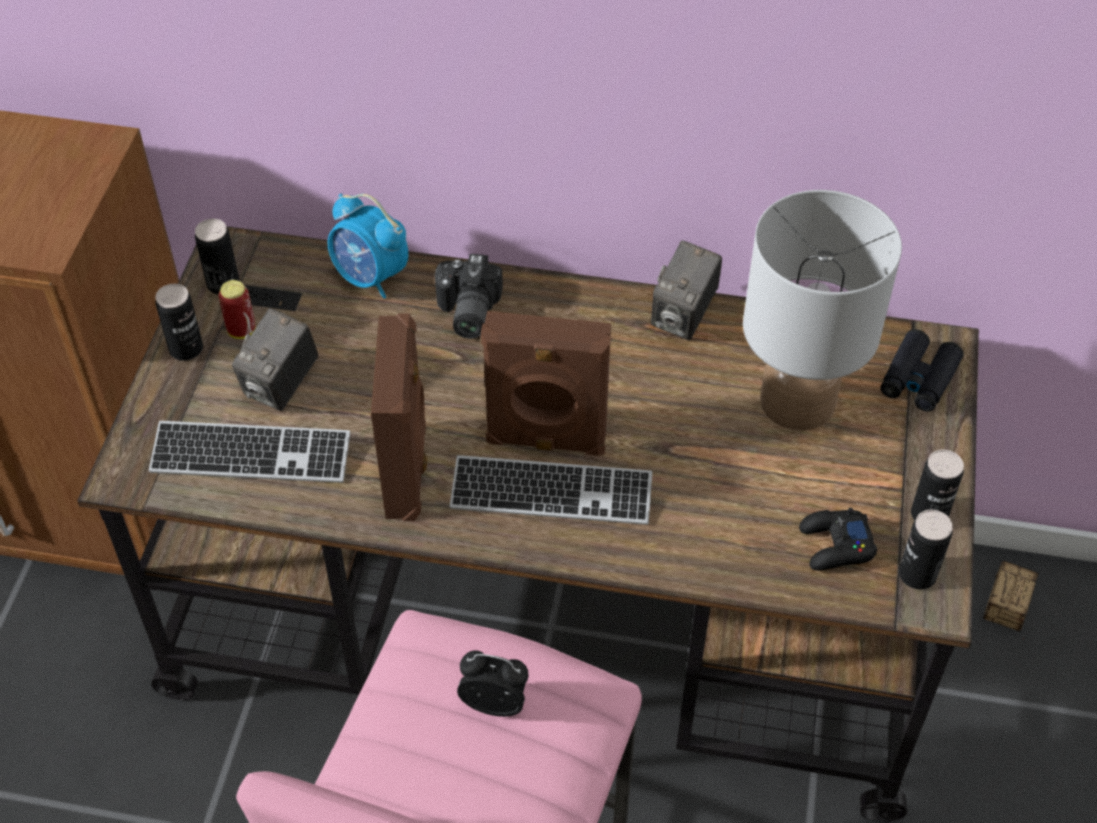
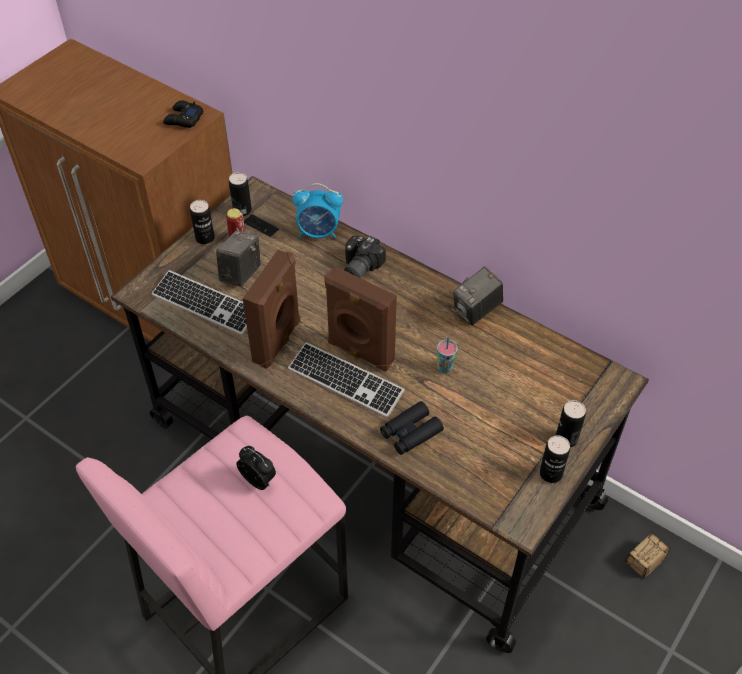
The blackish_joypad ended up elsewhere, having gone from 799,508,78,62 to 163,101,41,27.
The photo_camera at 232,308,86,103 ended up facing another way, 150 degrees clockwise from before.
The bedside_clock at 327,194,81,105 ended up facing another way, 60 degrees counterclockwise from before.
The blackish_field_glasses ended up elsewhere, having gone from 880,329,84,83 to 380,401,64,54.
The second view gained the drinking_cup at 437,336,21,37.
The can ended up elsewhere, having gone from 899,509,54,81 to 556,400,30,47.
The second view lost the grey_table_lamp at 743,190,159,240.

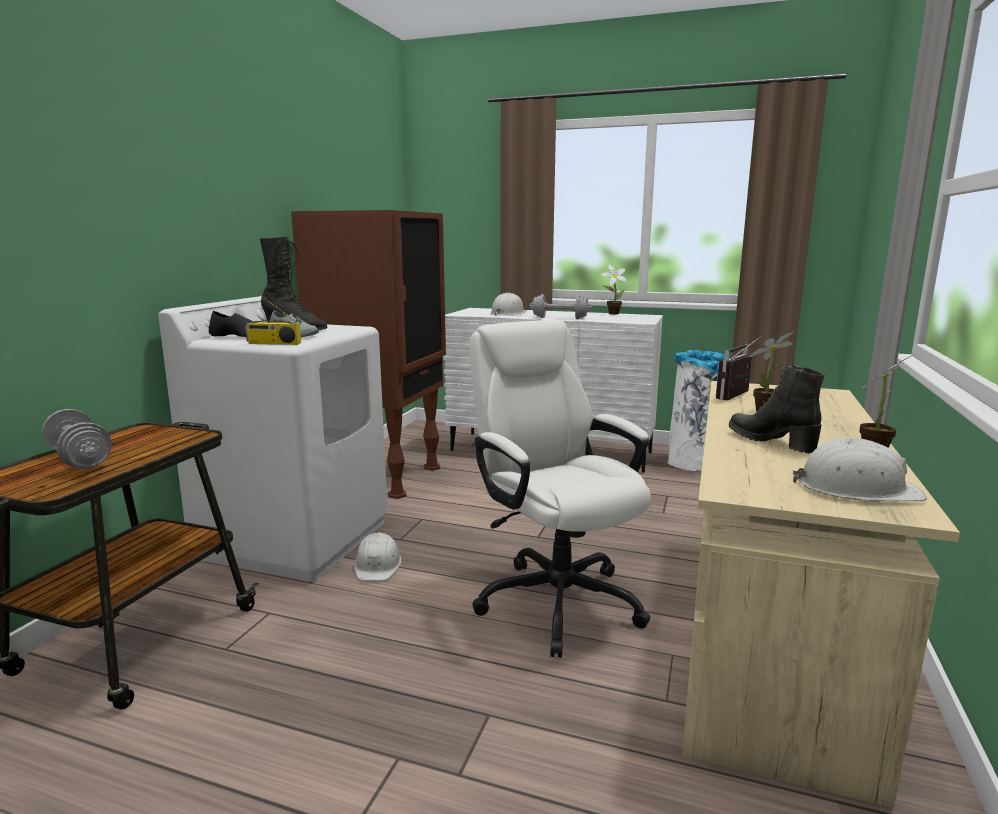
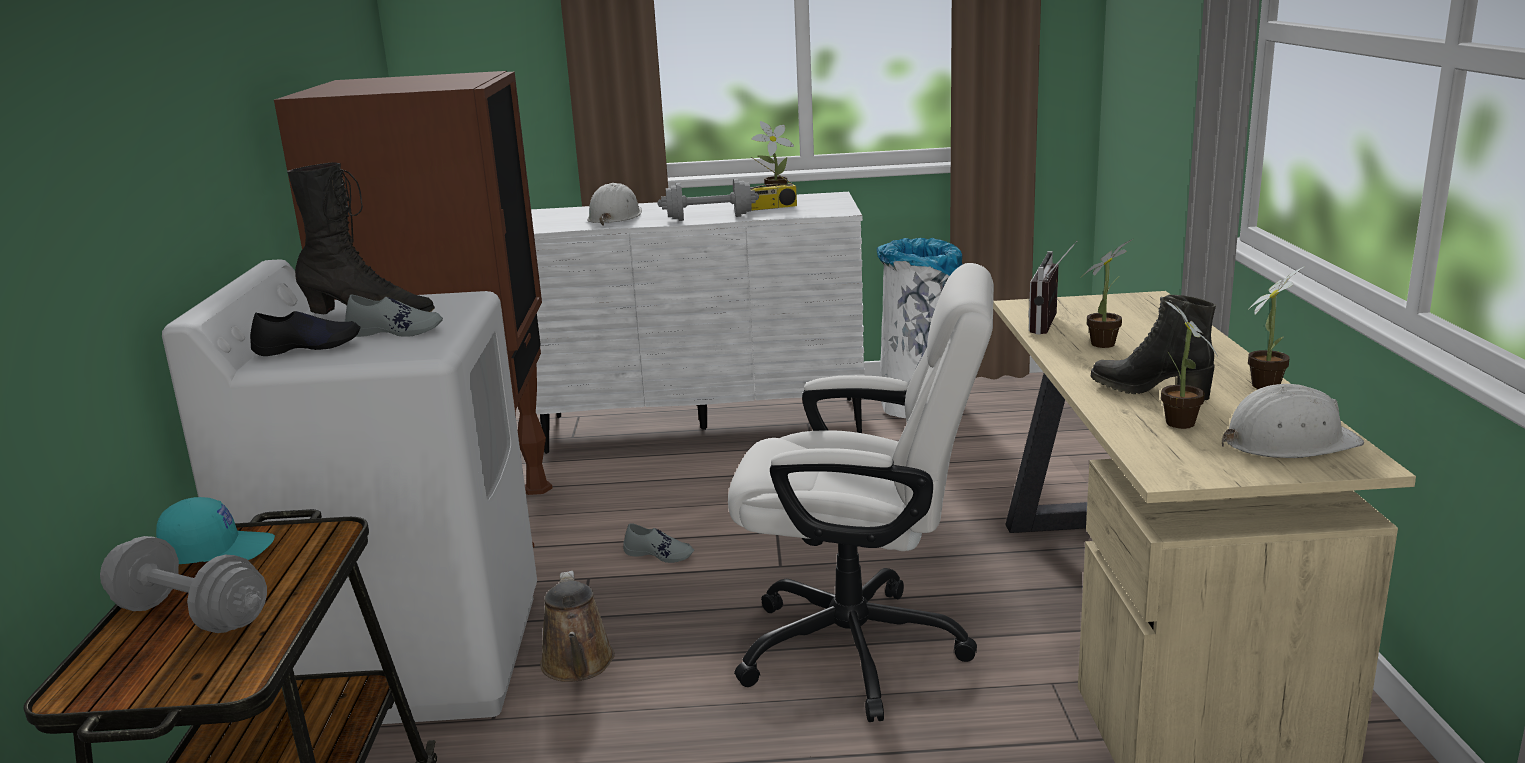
The second view gained the blue-green_peaked_cap at 156,497,119,67.
Where the white_safety_helmet stood at 354,532,48,49, the brown-coloured_watering_pot came to stand at 540,571,75,111.
The second view gained the grey_shoe at 623,523,71,40.
The white_office_chair at 469,320,182,338 ended up facing another way, 150 degrees clockwise from before.
The radio ended up elsewhere, having gone from 245,291,56,54 to 750,157,47,54.
The second view gained the plant_in_a_pot at 1161,299,57,130.

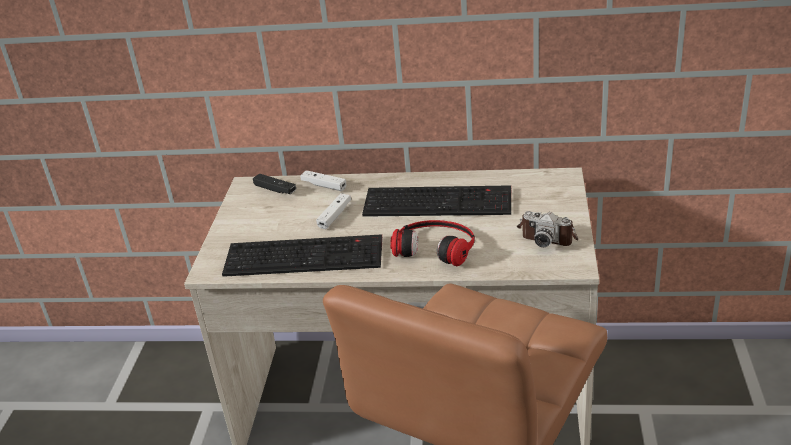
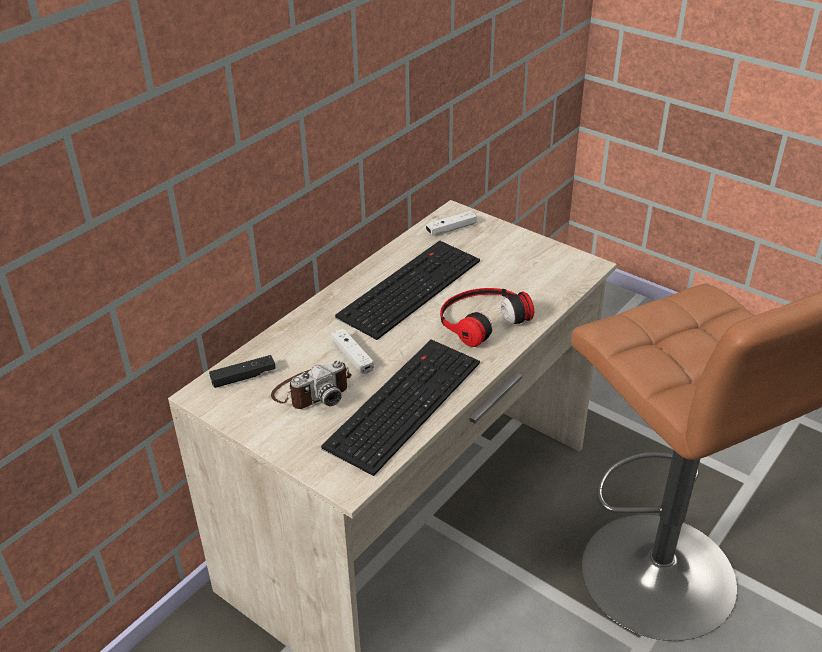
The photo_camera ended up elsewhere, having gone from 516,211,62,36 to 271,360,80,49.
The white_joypad ended up elsewhere, having gone from 300,170,46,21 to 426,211,51,24.

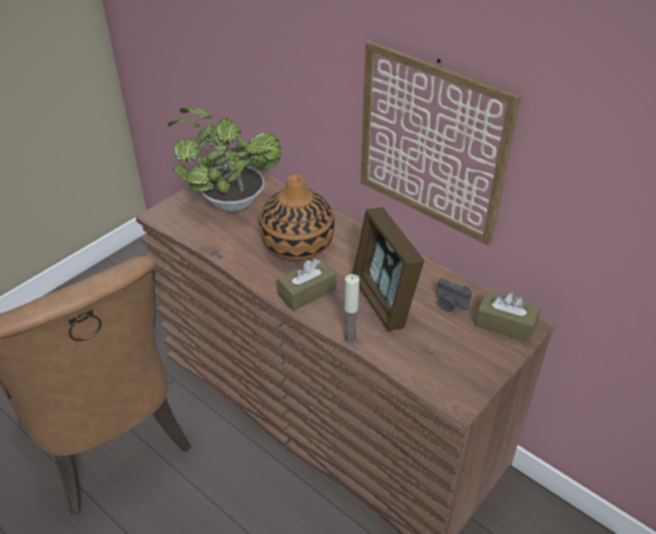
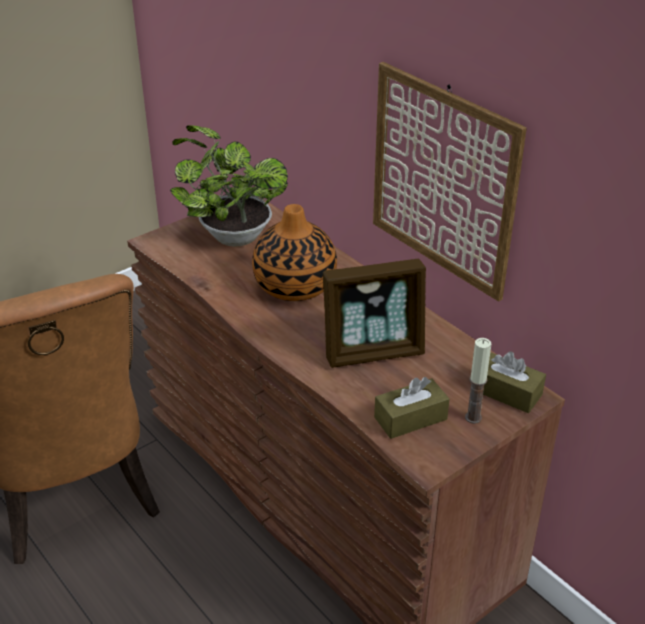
The picture_frame at 352,207,72,124 ended up facing another way, 90 degrees counterclockwise from before.
The brown-coloured_box_of_tissues ended up elsewhere, having gone from 277,259,59,52 to 374,377,76,62.
The candle ended up elsewhere, having gone from 343,274,16,71 to 465,338,26,86.
The second view lost the photo_camera at 436,278,36,34.

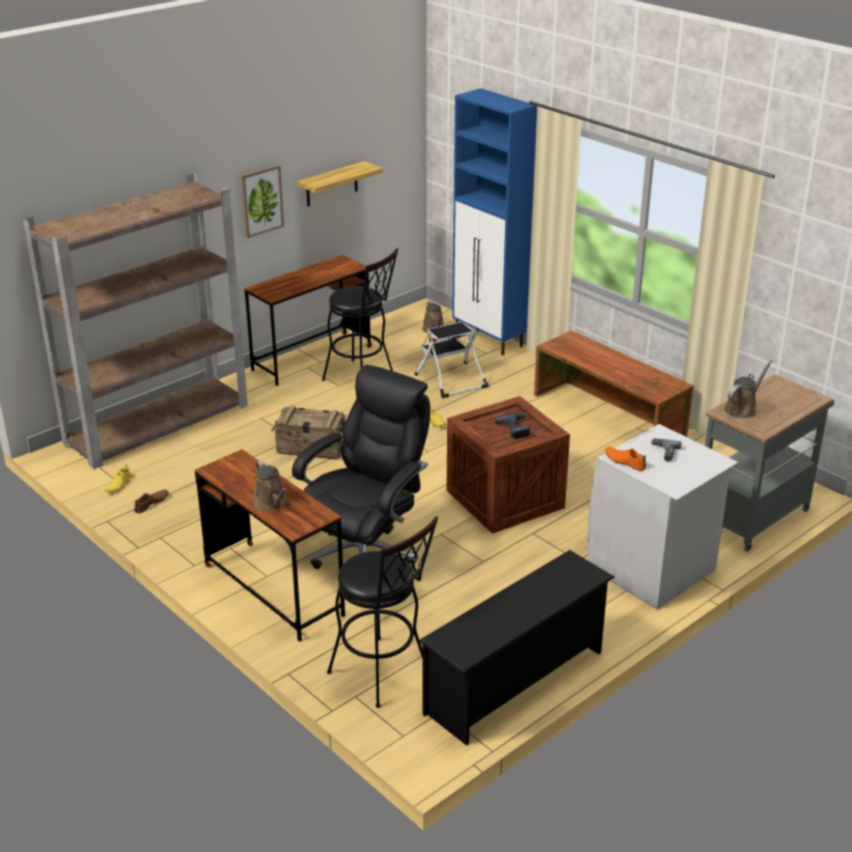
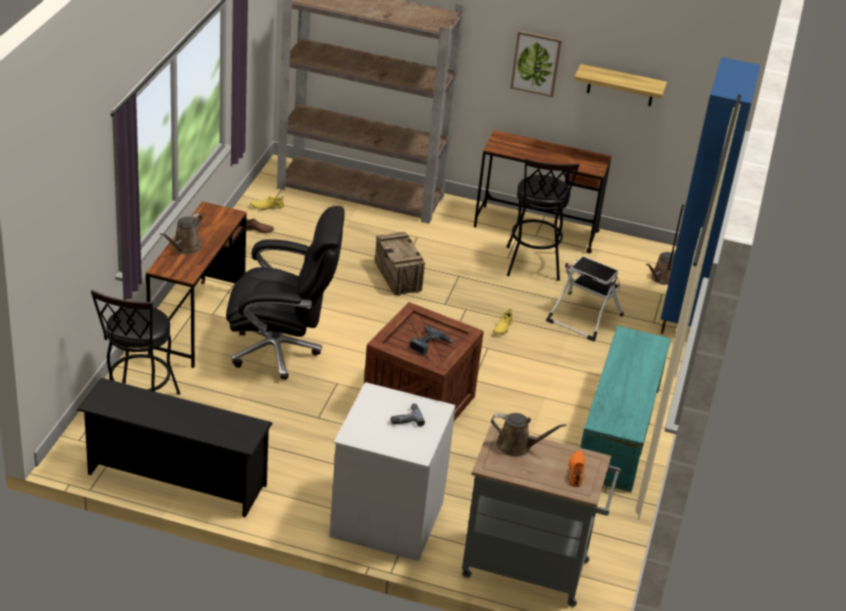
The orangey_shoe ended up elsewhere, having gone from 605,447,41,24 to 569,451,16,36.
What was the brown-coloured_bench at 534,330,160,107 turned into the blue-green_bench at 580,326,91,166.

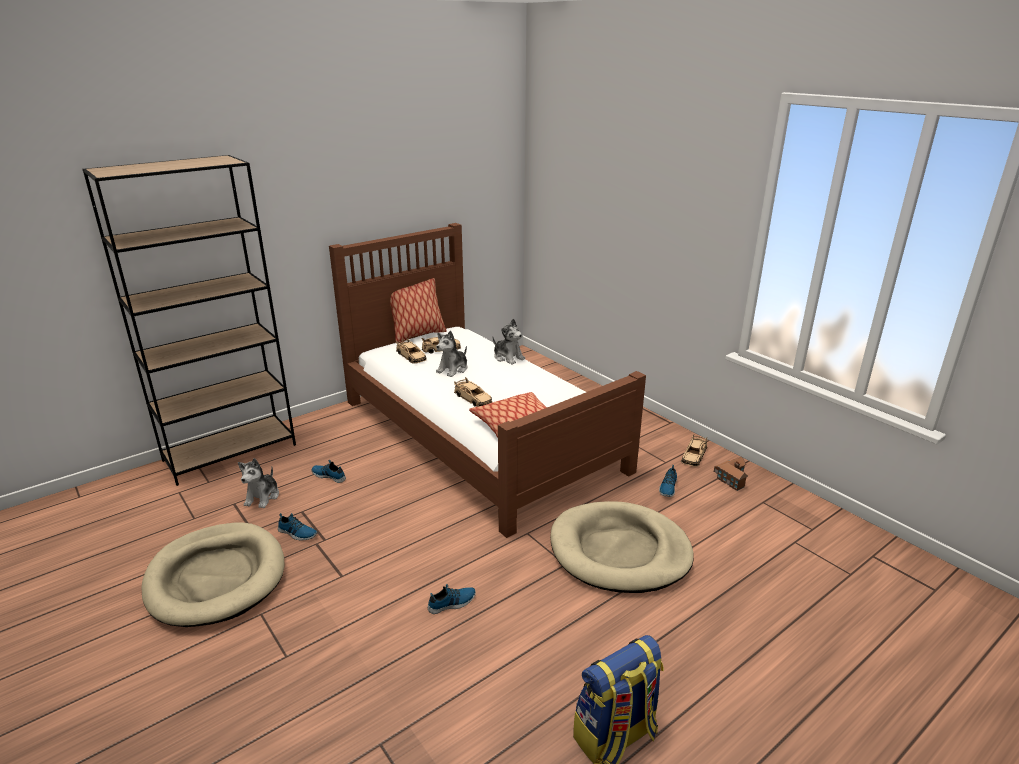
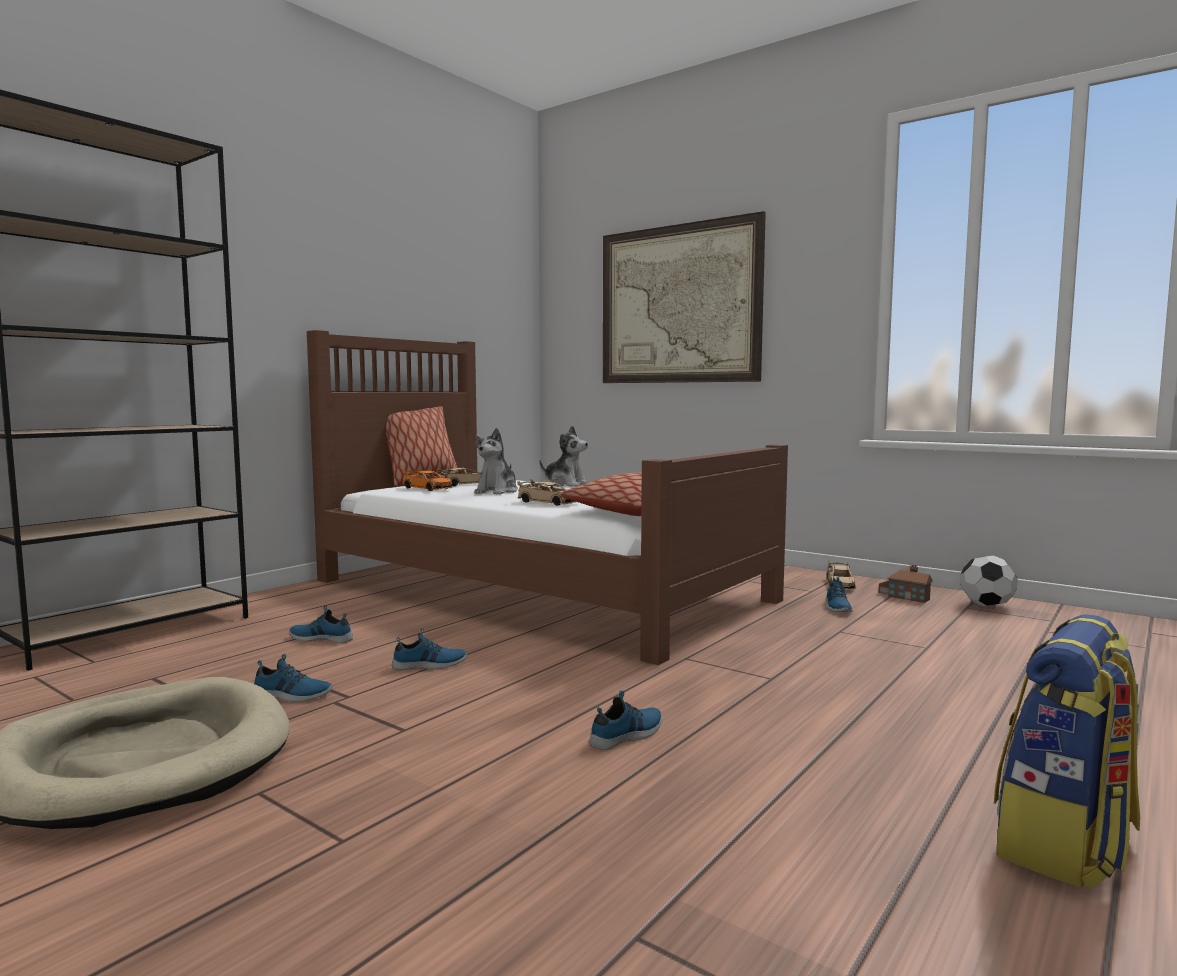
The second view gained the shoe at 392,628,75,42.
What was the sand-coloured_toy_car at 396,338,31,26 turned into the orangey_toy_car at 402,469,51,22.
The second view gained the wall_art at 603,211,163,172.
The second view gained the football_ball at 960,556,58,50.
The second view lost the cuddly_toy at 238,458,41,50.
The second view lost the sand-coloured_dog_bed at 550,501,144,92.

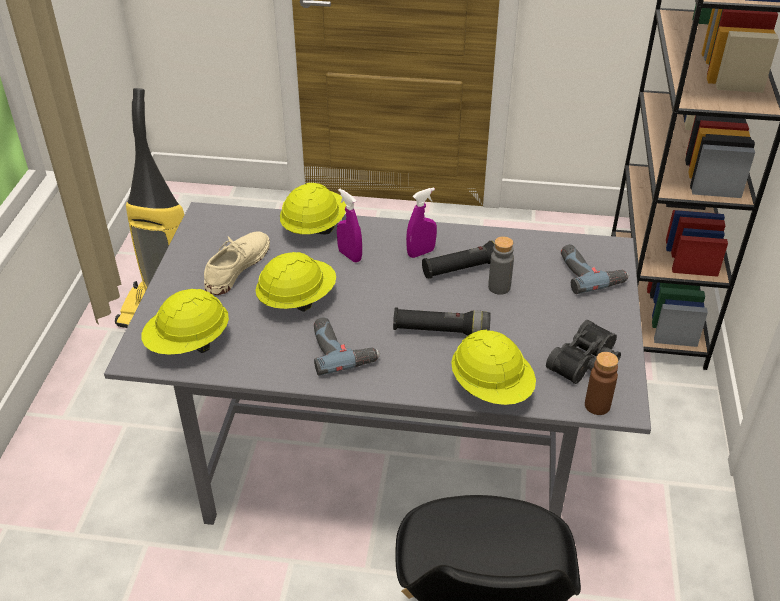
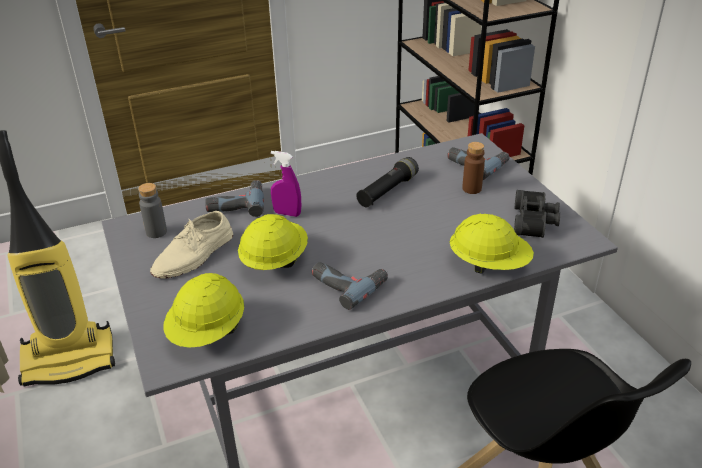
The grey_beverage_bottle ended up elsewhere, having gone from 488,236,26,59 to 138,183,29,55.
The sand-coloured_shoe at 204,231,66,64 ended up facing another way, 135 degrees counterclockwise from before.
Where the yellowish_safety_helmet stood at 280,183,66,52, the electric_drill came to stand at 205,180,59,37.
The brown-coloured_beverage_bottle ended up elsewhere, having gone from 585,352,33,63 to 462,142,23,52.
The second view lost the blackish_hand_torch at 393,308,98,28.
The second view lost the purplish_hand_sprayer at 406,187,31,71.

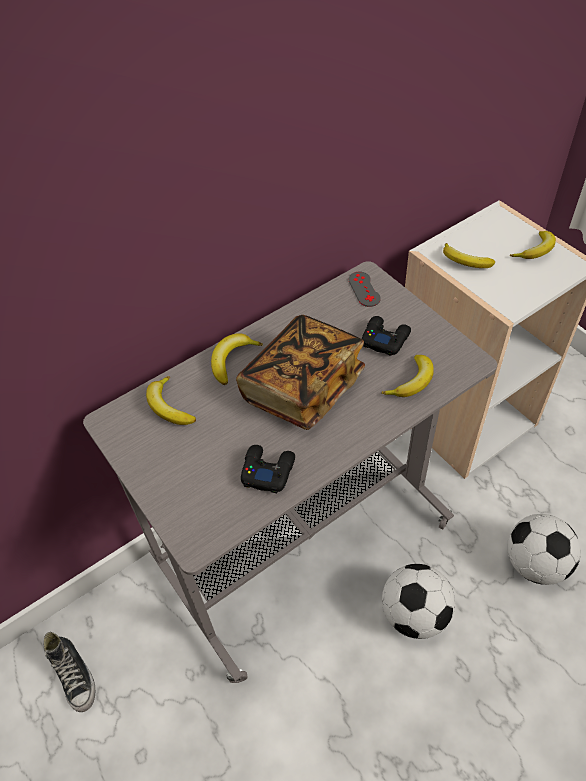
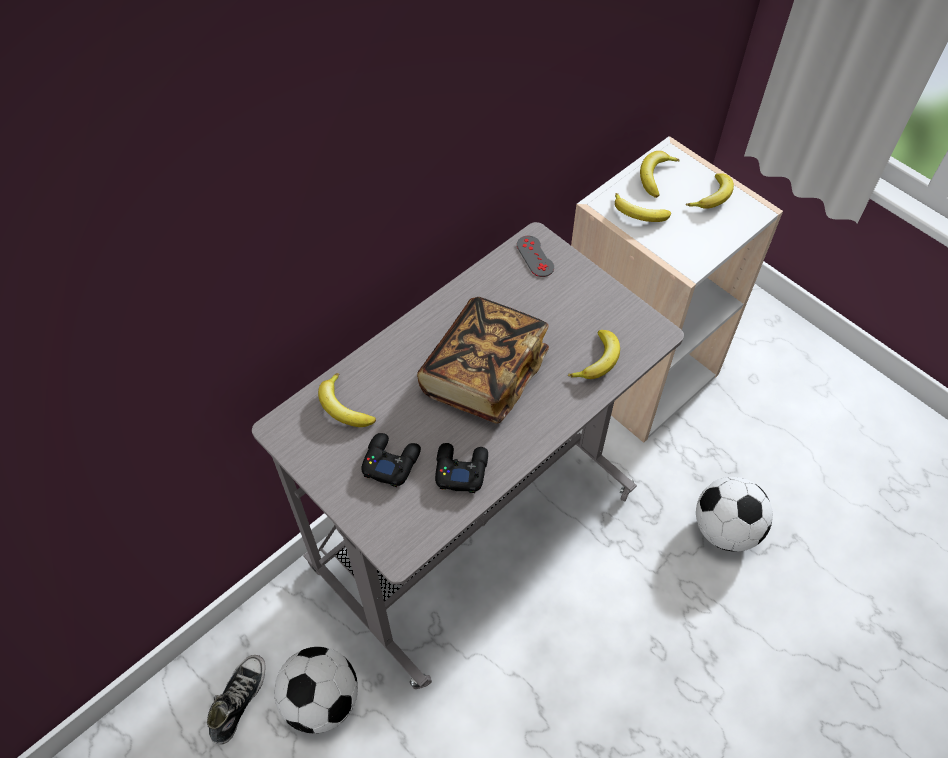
The shoe at 44,632,51,80 ended up facing another way, 120 degrees counterclockwise from before.
The football_ball ended up elsewhere, having gone from 382,564,73,75 to 274,647,84,86.
The blackish_joypad ended up elsewhere, having gone from 362,316,49,40 to 361,433,60,54.
The banana ended up elsewhere, having gone from 211,333,52,52 to 640,151,40,47.

